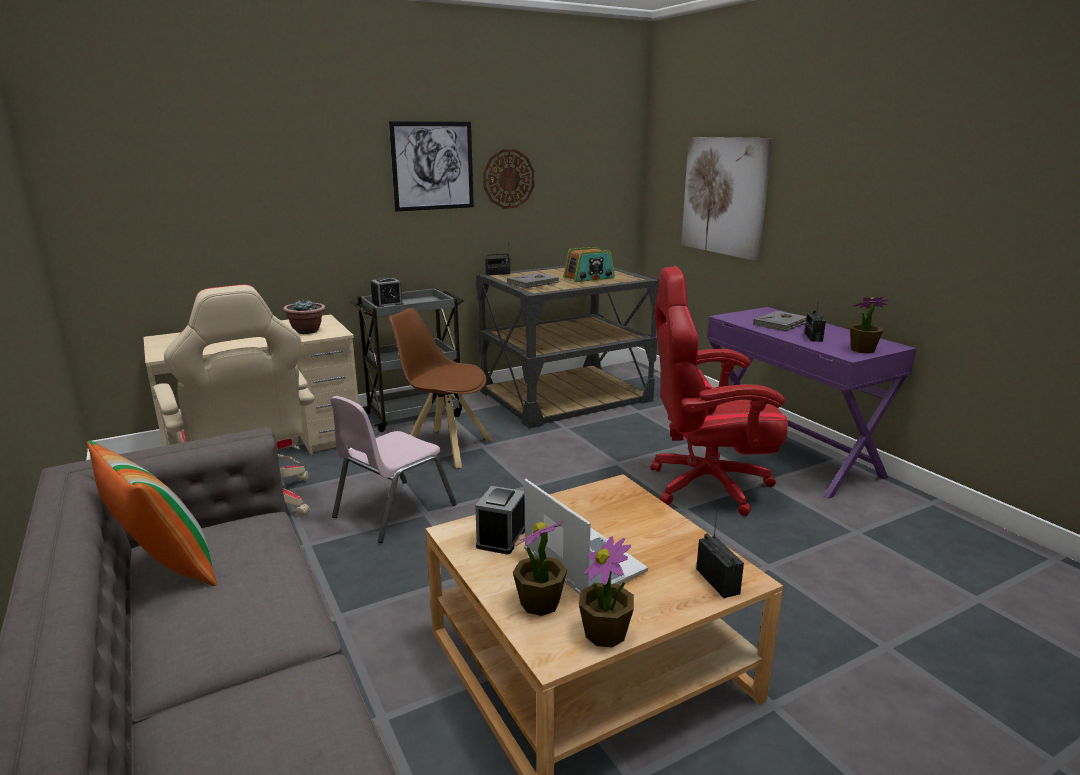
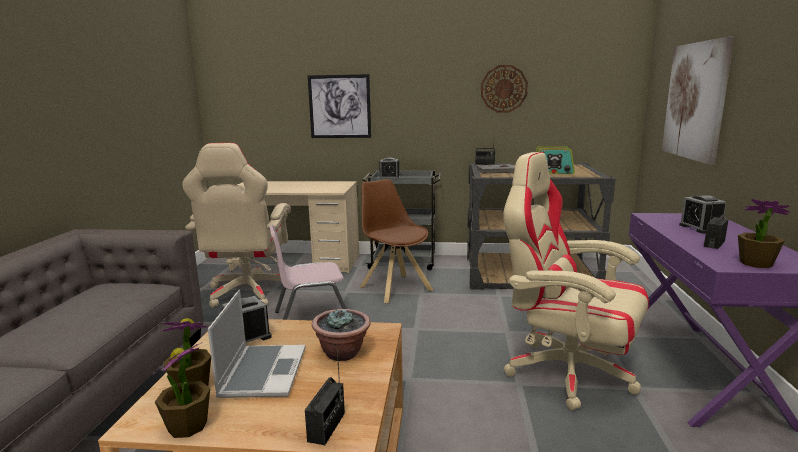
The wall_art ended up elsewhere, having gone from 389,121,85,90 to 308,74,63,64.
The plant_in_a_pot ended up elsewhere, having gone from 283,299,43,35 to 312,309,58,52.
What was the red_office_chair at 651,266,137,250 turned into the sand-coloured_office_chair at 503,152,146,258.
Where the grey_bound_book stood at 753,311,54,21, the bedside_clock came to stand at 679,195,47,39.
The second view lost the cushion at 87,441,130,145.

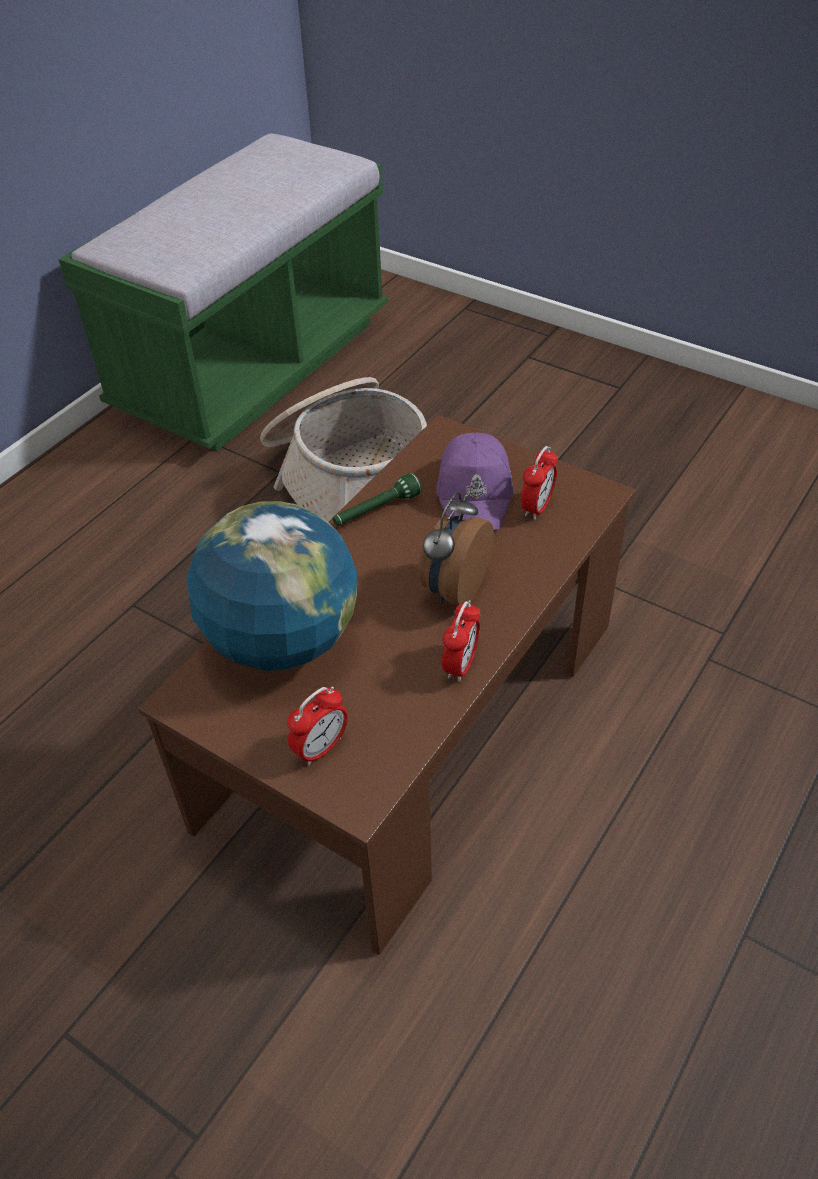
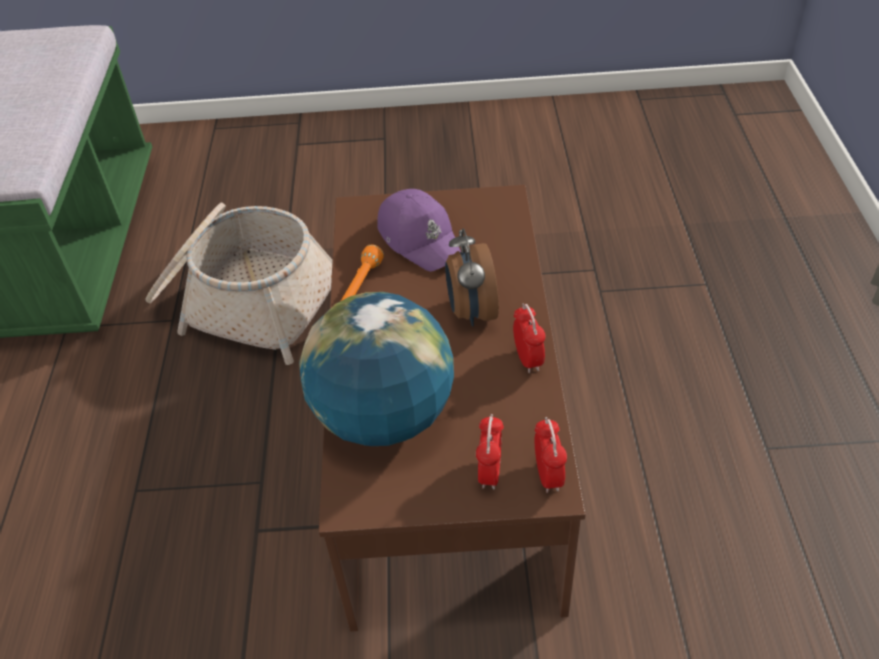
What was the greenish_hand_torch at 333,473,89,52 turned into the orangey_hand_torch at 341,244,43,57.
The bedside_clock ended up elsewhere, having gone from 521,446,37,74 to 535,417,32,76.

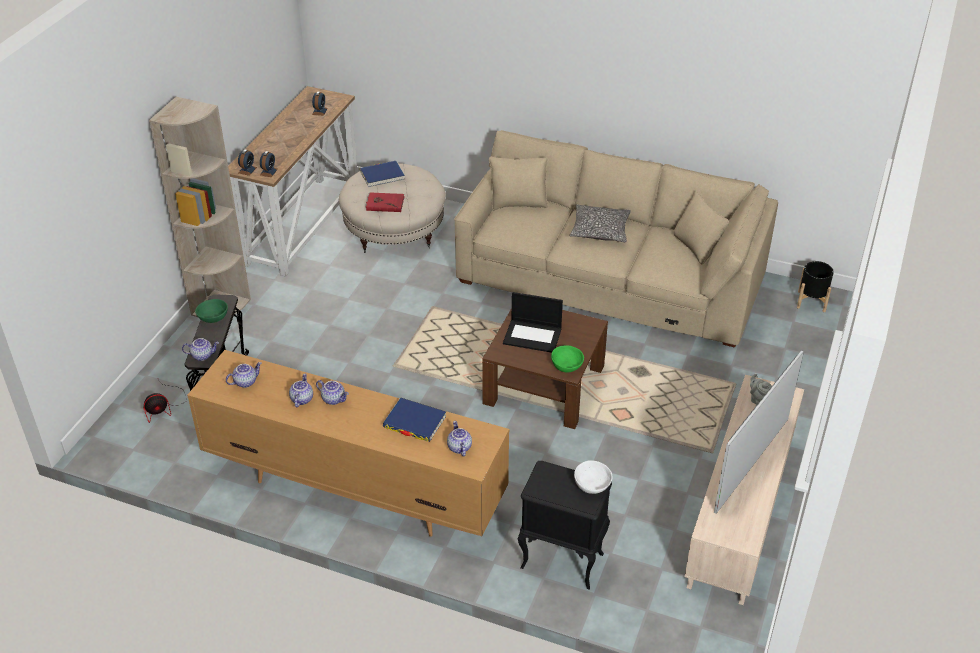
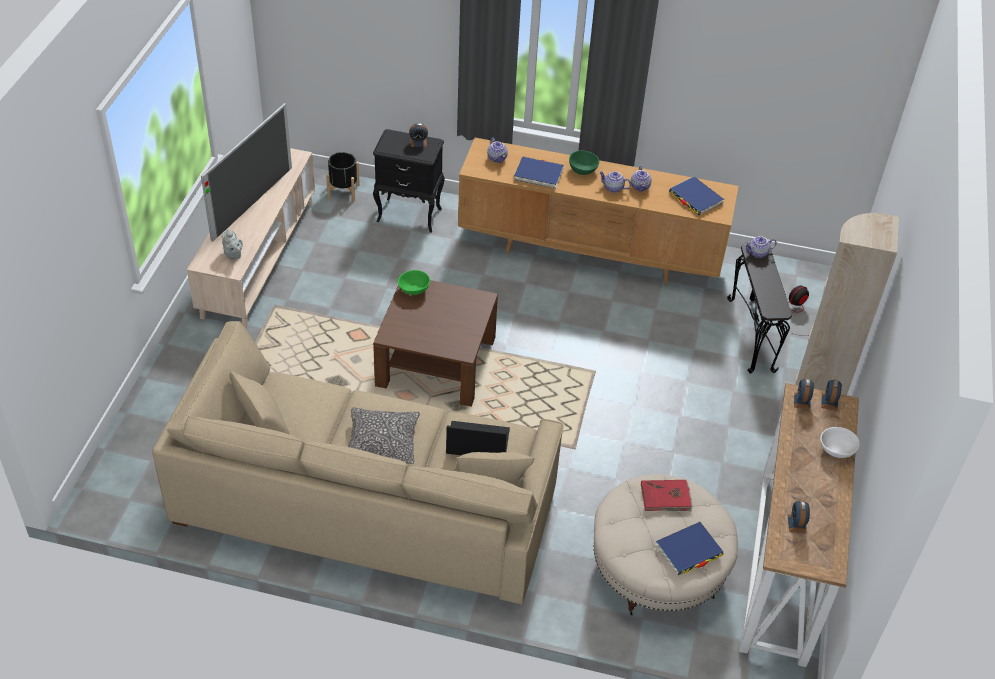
The blackish_planter ended up elsewhere, having gone from 797,261,37,51 to 326,152,34,50.
The second view gained the bedside_clock at 409,123,19,24.
The portable_computer ended up elsewhere, having gone from 503,292,60,61 to 446,421,64,34.
The greenish_serving_bowl ended up elsewhere, having gone from 195,299,33,24 to 569,151,30,24.
Where the pot_for_tea stood at 226,362,36,26, the blue-coloured_bound_book came to stand at 669,177,55,38.
The white_serving_bowl ended up elsewhere, having gone from 574,460,39,34 to 820,427,40,31.

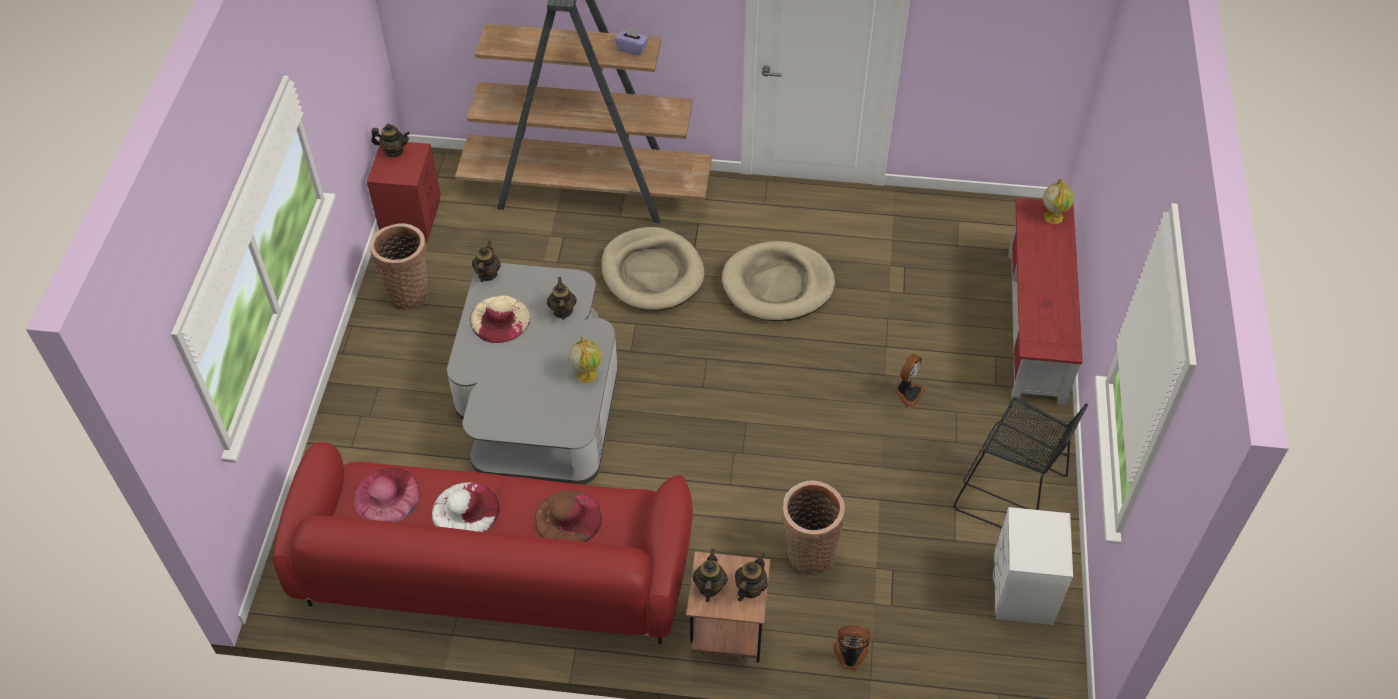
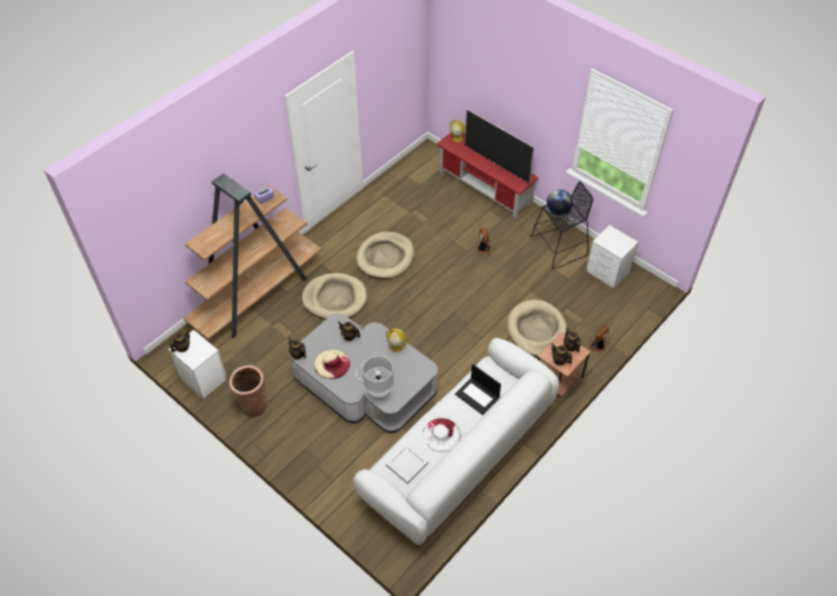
What was the red_bedside_table at 367,142,74,101 turned into the white_bedside_table at 168,330,58,69.
What was the red_couch at 273,442,420,202 turned into the white_couch at 353,338,206,208.
The second view gained the grey_table_lamp at 355,356,39,43.
Where the pinkish_hat stood at 354,468,67,54, the white_serving_tray came to stand at 385,444,43,40.
Where the brown-coloured_hat stood at 534,490,68,52, the portable_computer came to stand at 455,364,46,51.
The second view gained the TV_set at 465,109,69,74.
Where the household_basket stood at 782,480,63,94, the sand-coloured_dog_bed came to stand at 507,300,60,56.
The second view gained the globe at 547,189,26,26.

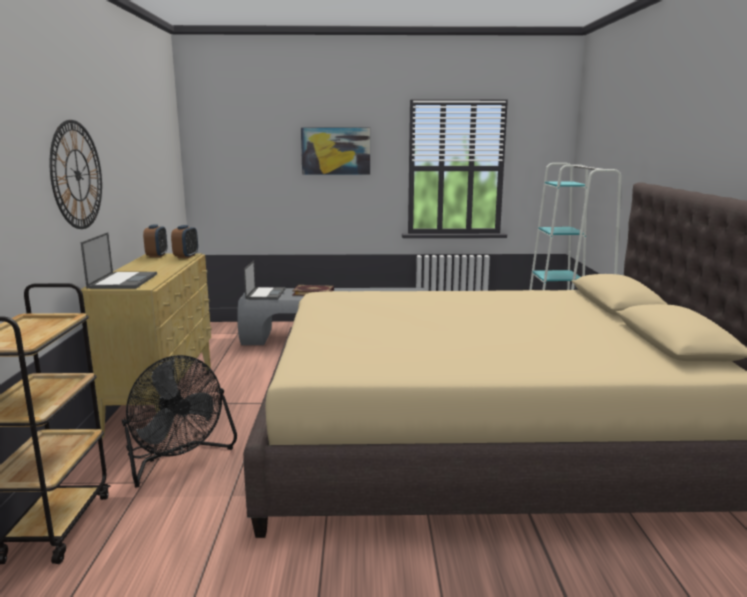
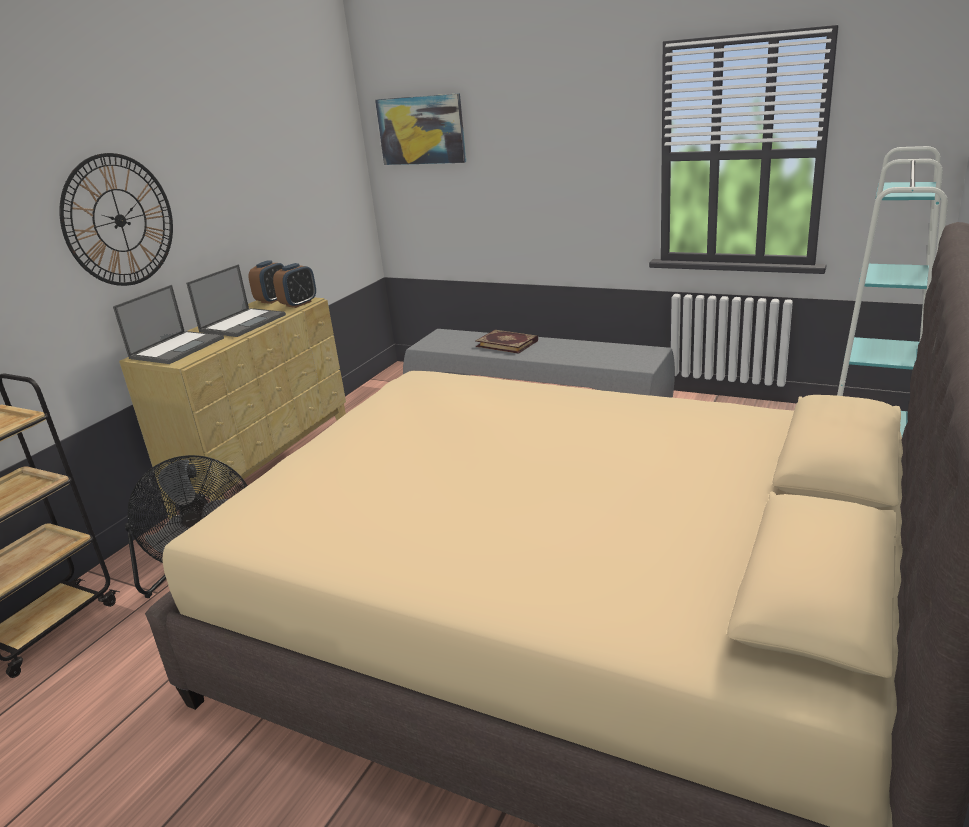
The portable_computer ended up elsewhere, having gone from 244,261,41,39 to 186,264,100,73.
The wall_art ended up elsewhere, having gone from 301,128,69,47 to 375,93,91,72.

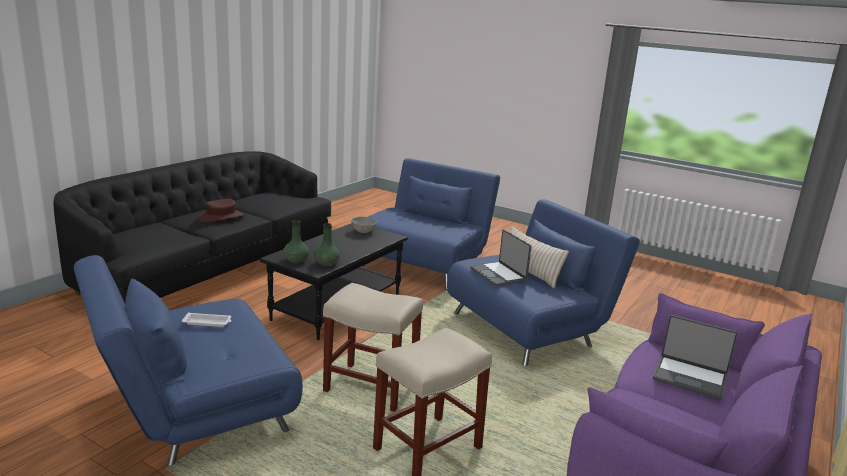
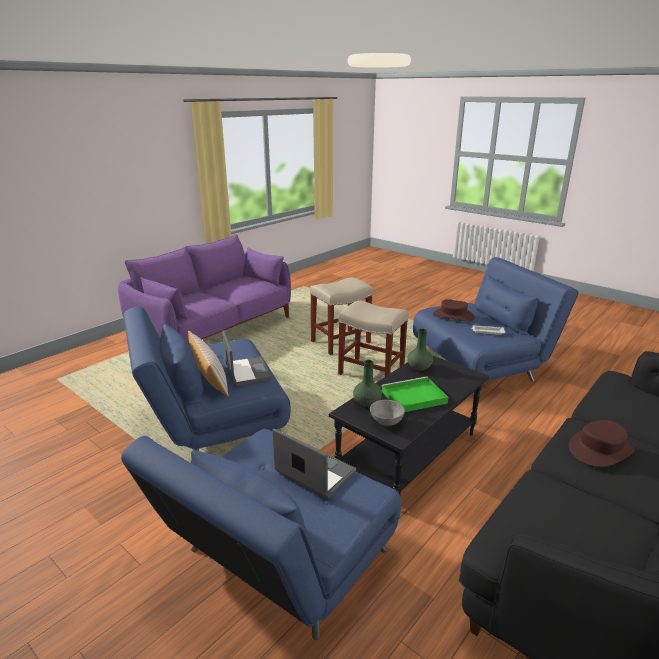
The portable_computer ended up elsewhere, having gone from 653,315,85,85 to 272,429,84,70.
The greenish_flower_vase ended up elsewhere, having gone from 283,220,26,43 to 353,360,29,47.
The second view gained the greenish_serving_tray at 381,377,67,35.
The second view gained the brown-coloured_hat at 433,299,42,22.

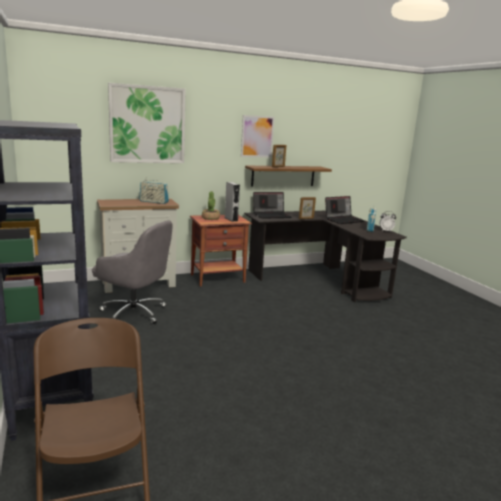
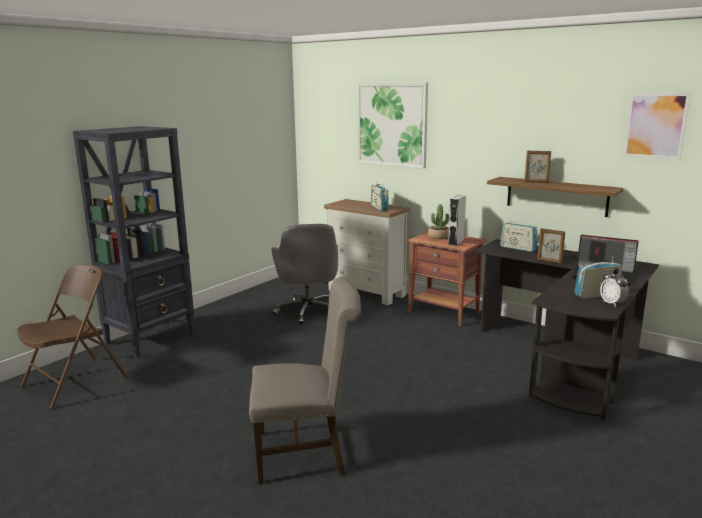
The second view gained the sand-coloured_chair at 249,276,112,209.
Where the portable_computer stood at 253,192,39,27, the radio came to stand at 500,218,38,34.
The wall_art ended up elsewhere, having gone from 241,115,34,43 to 623,93,68,67.

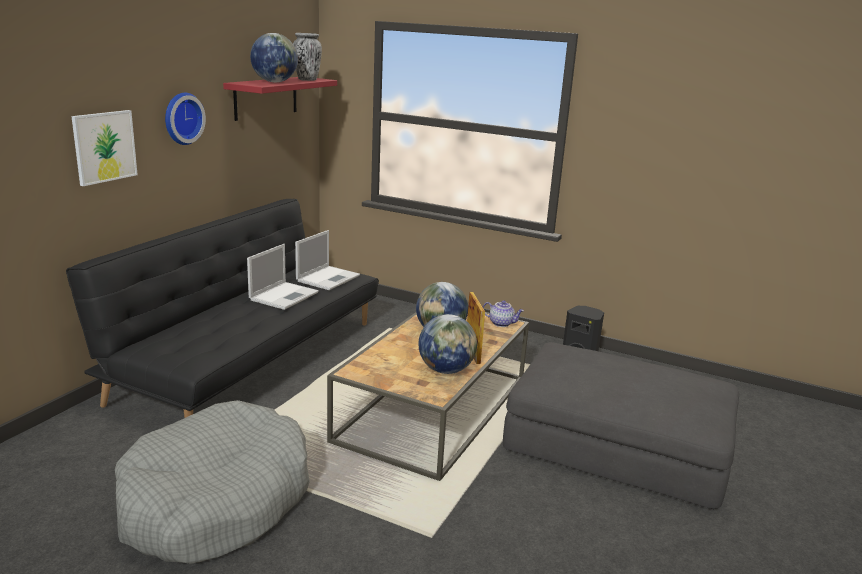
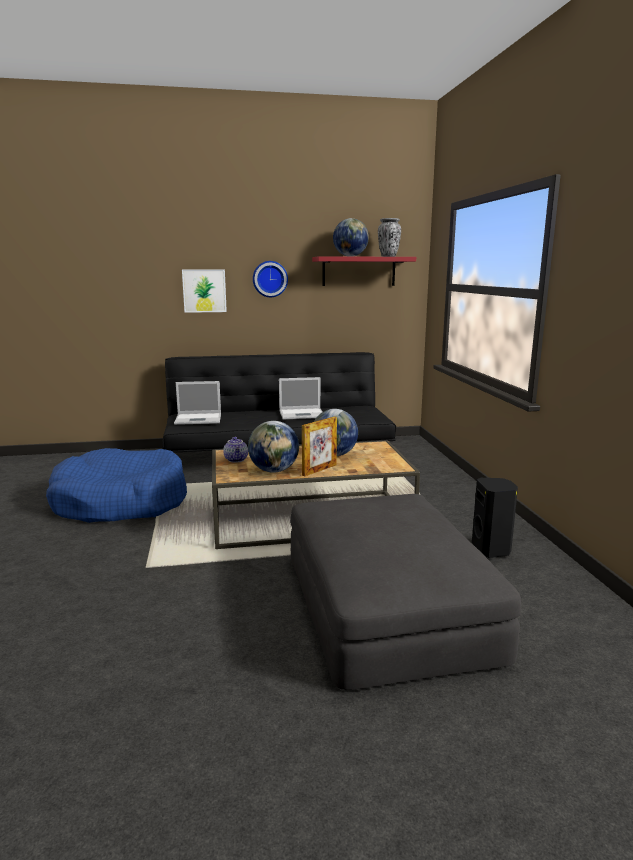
What was the grey_dog_bed at 115,400,195,164 turned into the blue-coloured_dog_bed at 46,448,141,75.
The portable_computer ended up elsewhere, having gone from 295,230,65,60 to 174,381,47,44.
The pot_for_tea ended up elsewhere, having gone from 483,300,41,27 to 223,437,25,26.

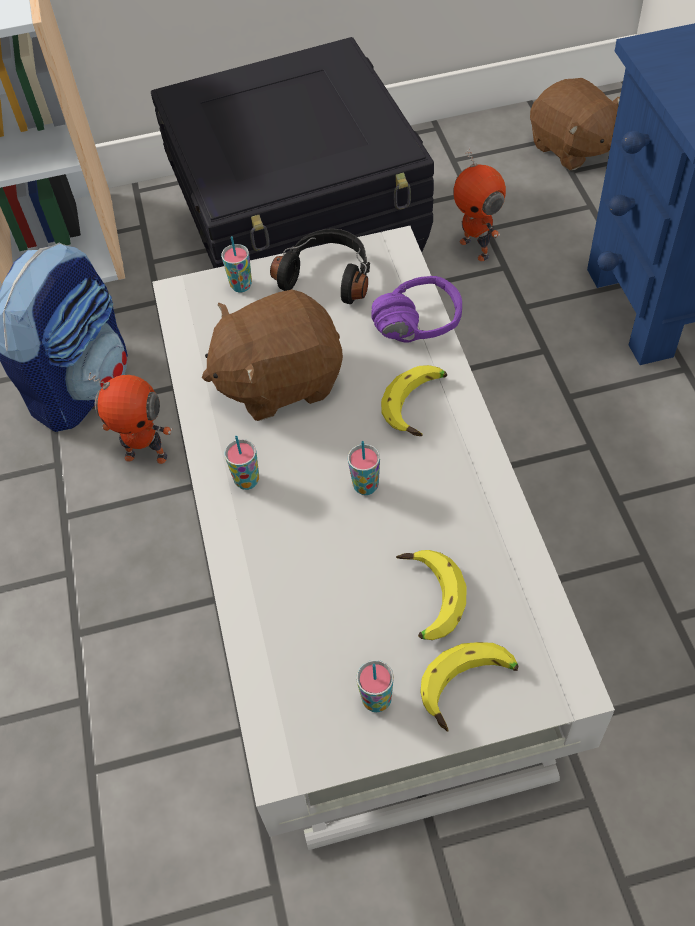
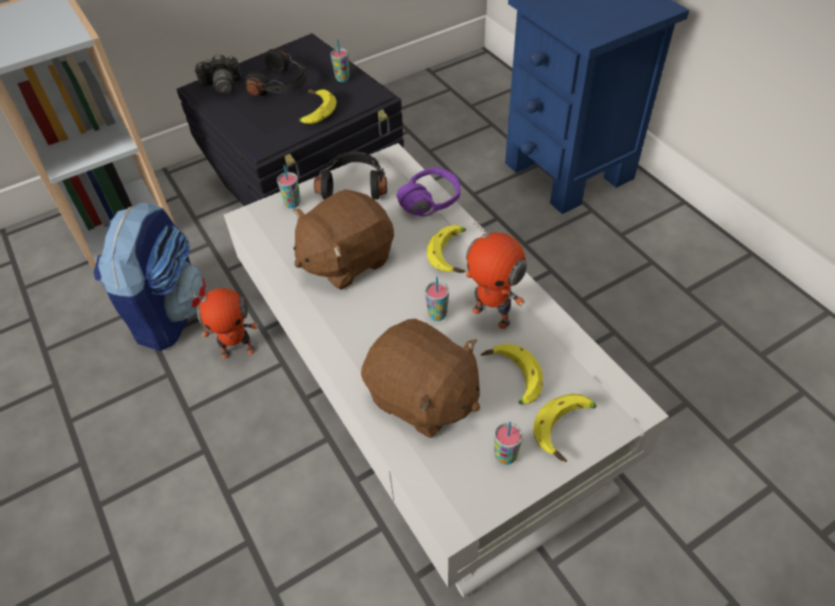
The second view gained the photo_camera at 194,54,48,41.
The second view gained the blackish_pair_of_headphones at 245,49,62,47.
The second view gained the banana at 299,90,38,34.
The drinking_cup ended up elsewhere, having gone from 224,436,35,54 to 331,39,19,43.
The brown-coloured_cuddly_toy ended up elsewhere, having gone from 530,78,90,92 to 361,319,119,119.
The model_robot ended up elsewhere, having gone from 453,148,53,113 to 465,218,62,111.

